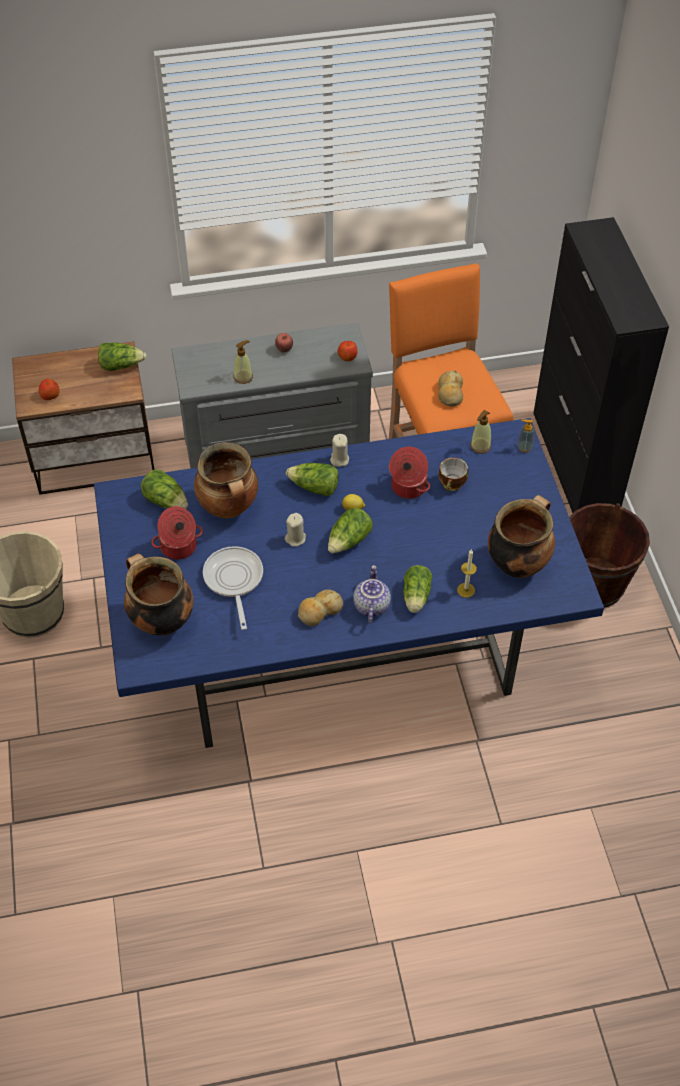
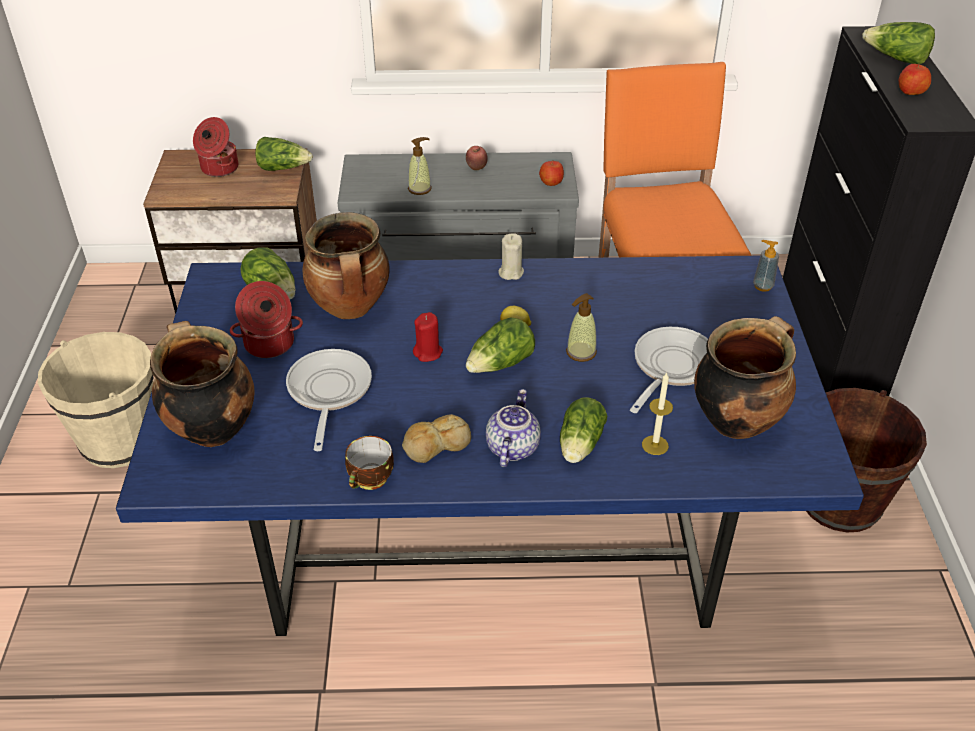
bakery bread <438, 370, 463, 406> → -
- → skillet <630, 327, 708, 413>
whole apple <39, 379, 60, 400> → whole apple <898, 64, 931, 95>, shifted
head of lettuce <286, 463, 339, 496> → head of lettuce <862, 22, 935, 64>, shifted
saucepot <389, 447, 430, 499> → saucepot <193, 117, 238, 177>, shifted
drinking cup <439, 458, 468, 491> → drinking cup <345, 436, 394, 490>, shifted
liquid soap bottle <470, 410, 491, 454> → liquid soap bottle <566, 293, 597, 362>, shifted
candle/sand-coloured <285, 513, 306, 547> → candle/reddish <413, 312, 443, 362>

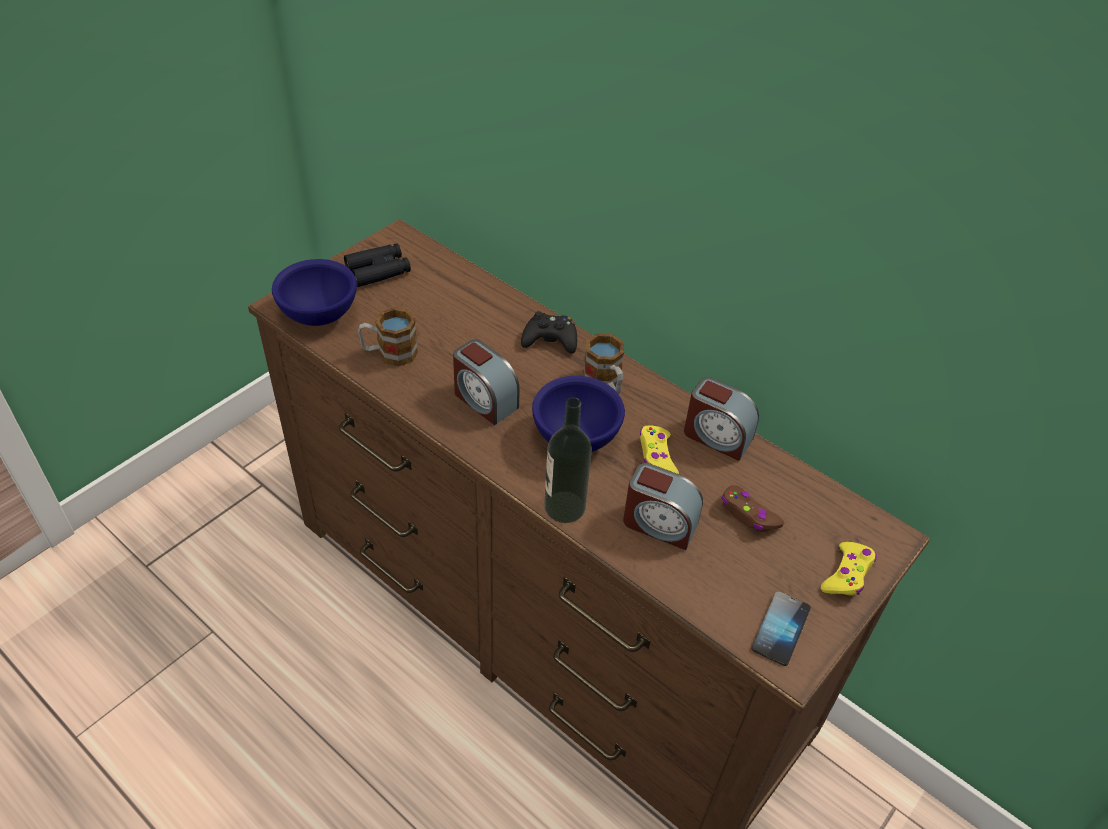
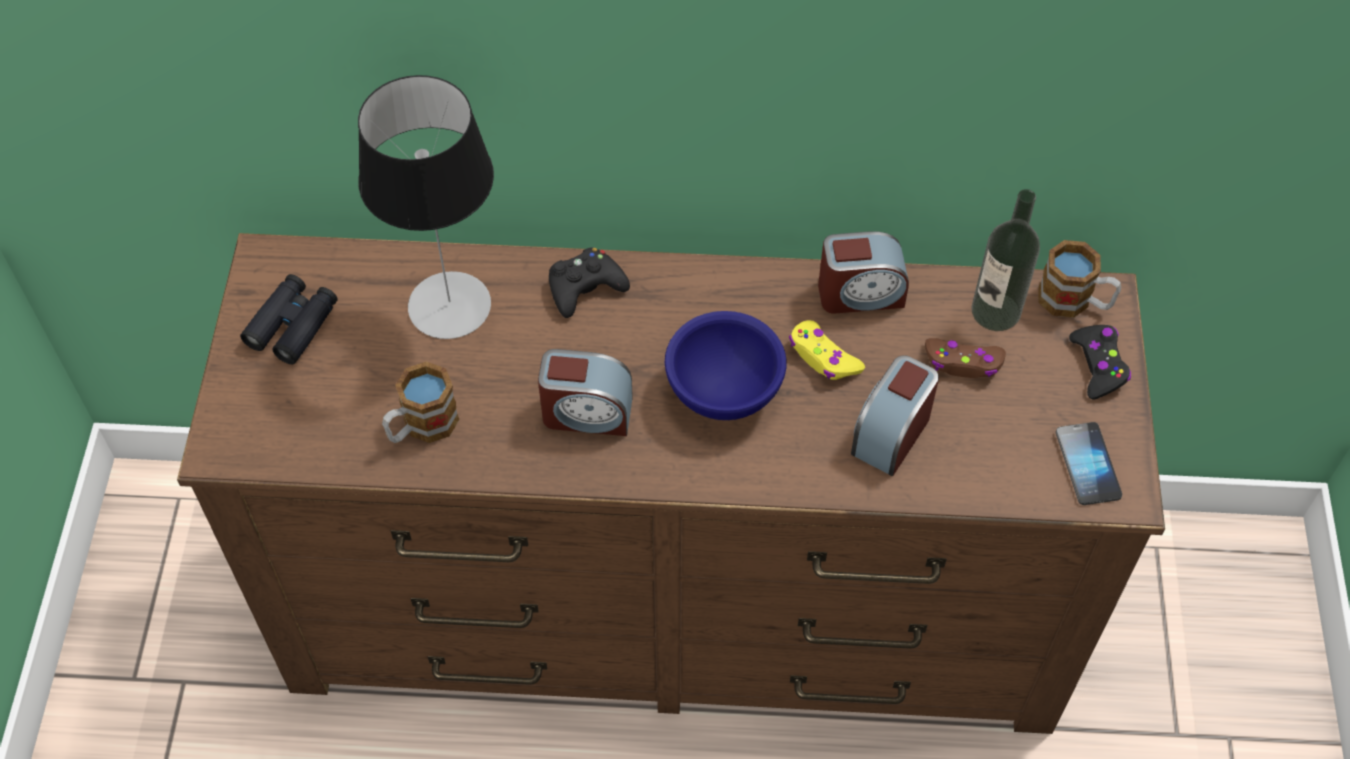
deep dish/blue <272, 259, 357, 326> → -
- → tabletop lamp <358, 75, 494, 339>
bottle <544, 397, 592, 523> → bottle <971, 189, 1040, 331>, shifted
mug <583, 333, 624, 394> → mug <1039, 240, 1121, 318>, shifted
game controller/yellow-coloured <821, 542, 877, 596> → game controller/blackish <1069, 325, 1131, 399>
alarm clock <623, 463, 703, 550> → alarm clock <851, 355, 939, 476>, 135 degrees clockwise

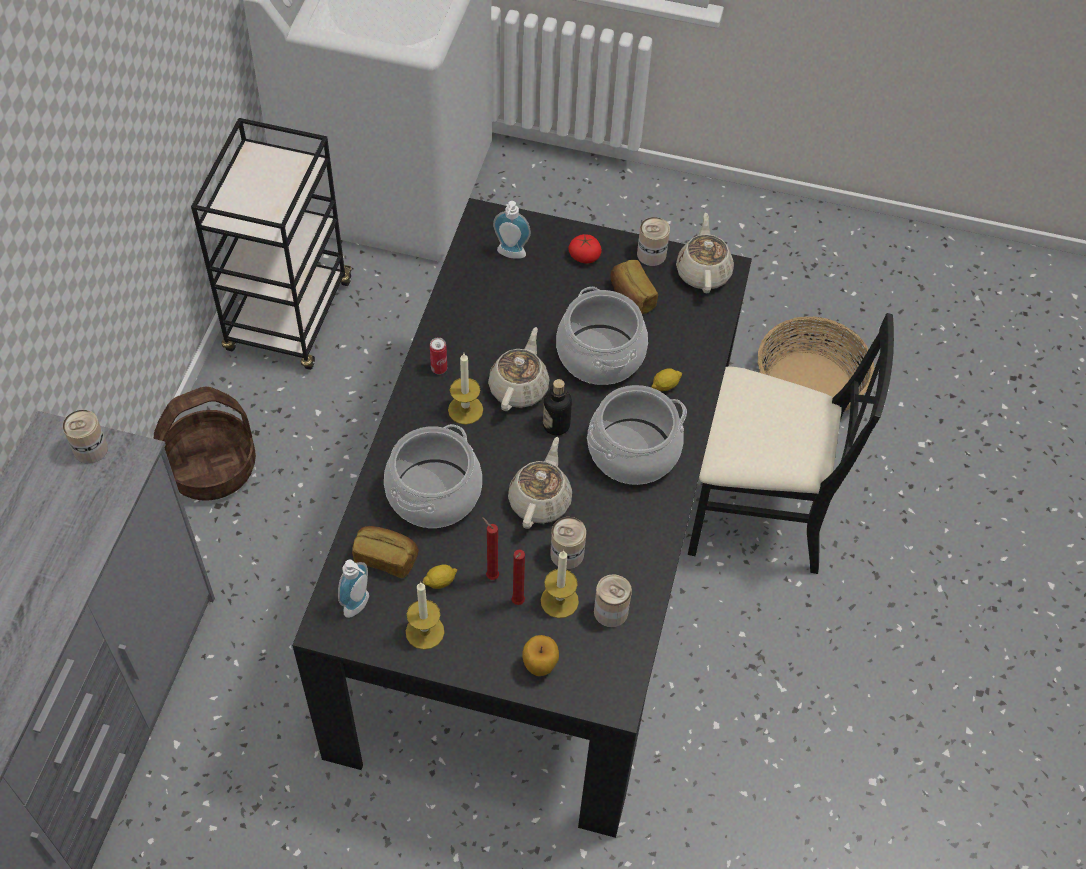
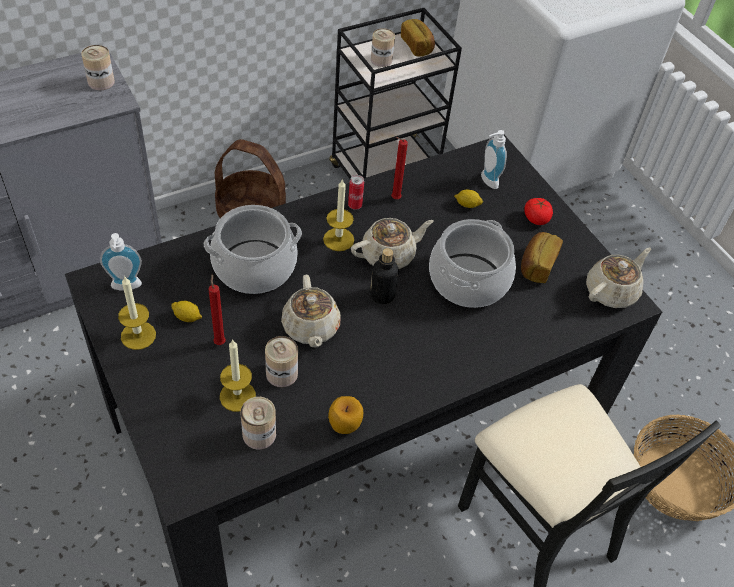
saucepot <587, 385, 687, 485> → -
bakery bread <352, 526, 418, 578> → bakery bread <401, 19, 435, 56>, shifted
candle/reddish <511, 550, 525, 605> → candle/reddish <391, 137, 408, 199>, shifted
whole apple <522, 635, 559, 676> → whole apple <328, 396, 363, 434>, shifted
can <637, 217, 670, 266> → can <371, 28, 395, 67>, shifted
whole lemon <651, 368, 682, 391> → whole lemon <454, 190, 483, 208>, shifted
tea pot/sand-coloured <508, 437, 572, 529> → tea pot/sand-coloured <281, 275, 341, 348>, 105 degrees clockwise

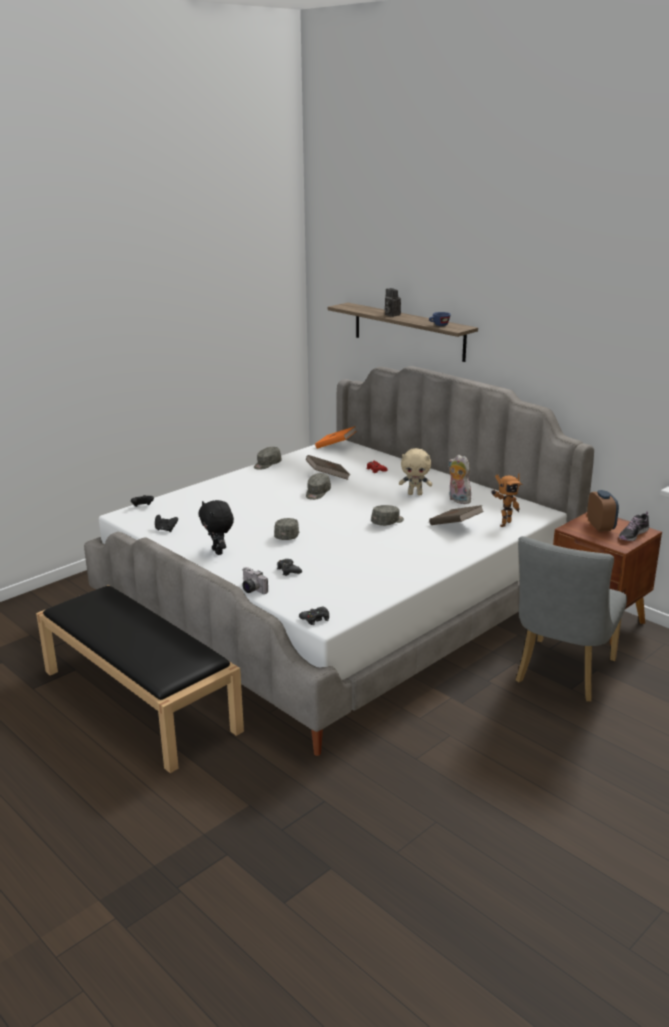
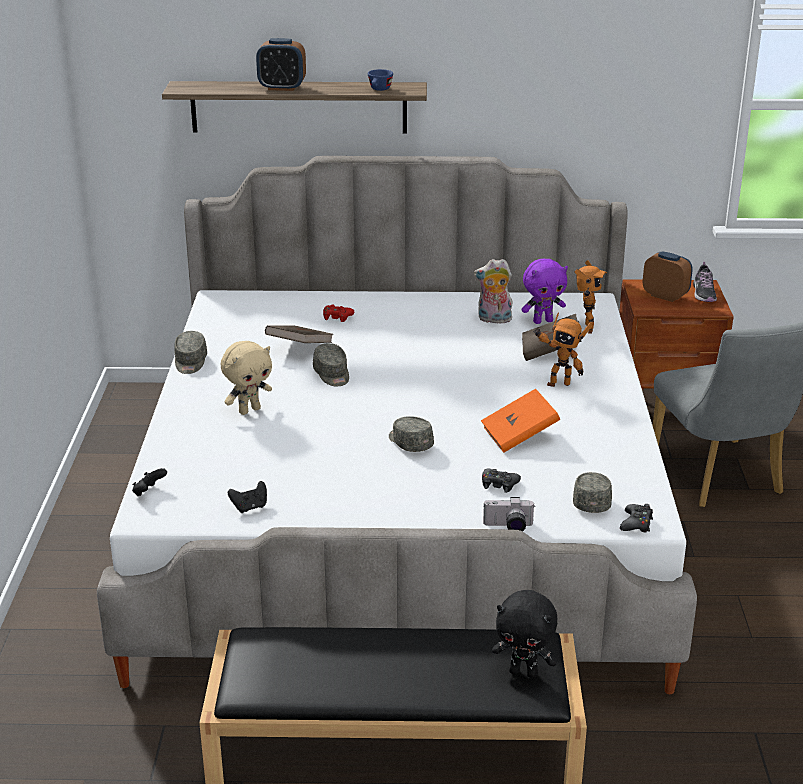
- → cuddly toy/purple-coloured <521, 259, 568, 324>
- → robot figure <533, 312, 593, 387>
cuddly toy/blackish <198, 500, 234, 555> → cuddly toy/blackish <492, 590, 557, 678>, shifted
bound book/orange-coloured <315, 426, 357, 449> → bound book/orange-coloured <481, 389, 560, 453>, shifted
cap/grey <371, 505, 404, 526> → cap/grey <573, 472, 612, 513>, shifted
cuddly toy/sand-coloured <399, 448, 432, 495> → cuddly toy/sand-coloured <221, 341, 272, 415>, shifted
still camera <384, 288, 401, 317> → alarm clock <256, 38, 306, 91>

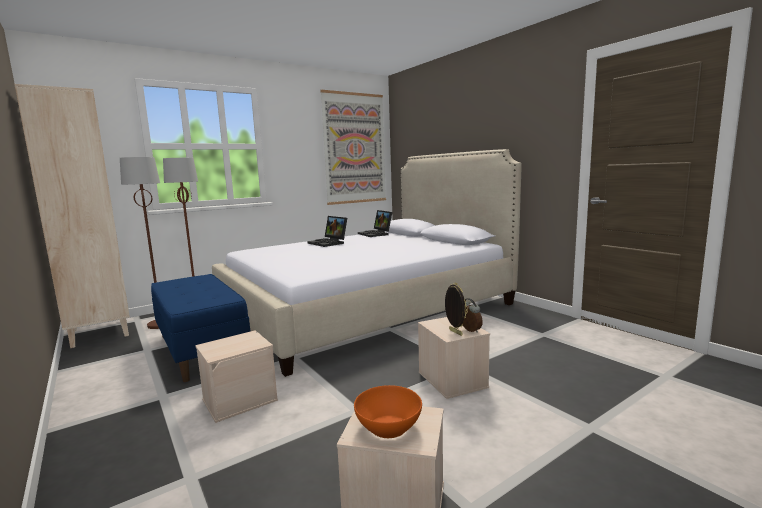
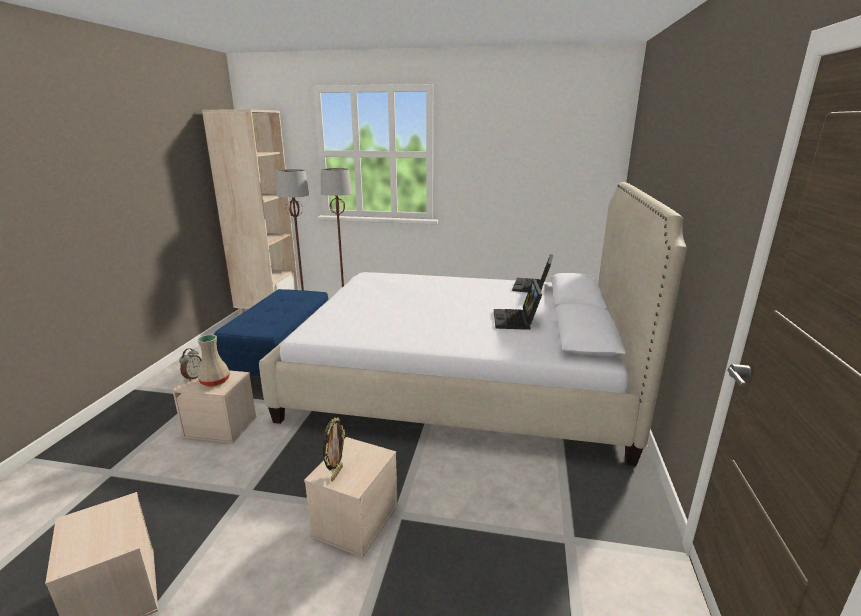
wall art <320, 90, 386, 205> → -
deep dish/orange-coloured <354, 385, 422, 438> → -
- → flower vase/sand-coloured <197, 335, 230, 387>
portable computer <307, 216, 347, 247> → portable computer <494, 279, 542, 330>, shifted
alarm clock <462, 298, 483, 333> → alarm clock <179, 348, 202, 381>, shifted

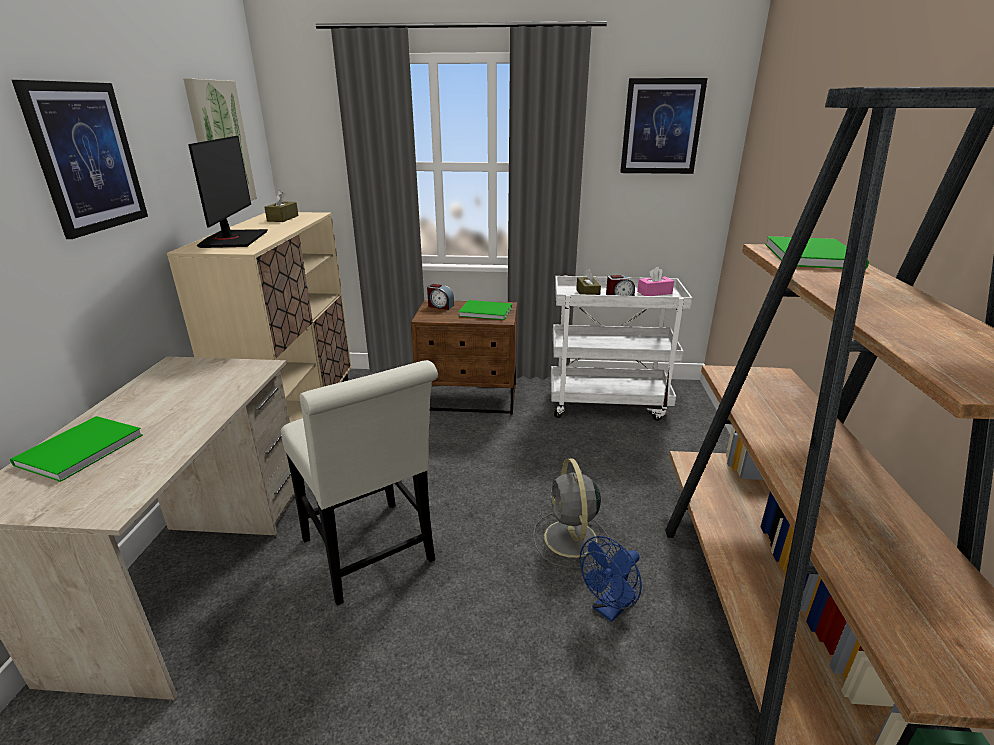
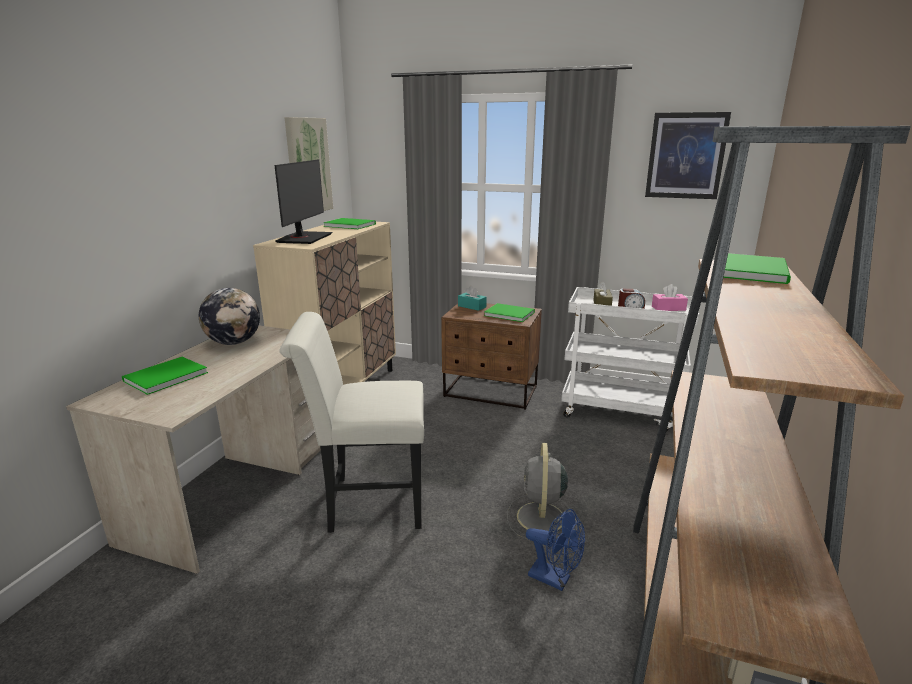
wall art <12, 80, 148, 239> → -
- → world globe <199, 288, 260, 345>
tissue holder/brown-coloured <264, 190, 299, 222> → bound book/green <323, 218, 376, 229>
alarm clock <427, 284, 454, 310> → tissue holder/turquoise <458, 286, 487, 311>
upright chair/whitish <281, 360, 438, 606> → upright chair/whitish <279, 312, 424, 533>, 105 degrees clockwise
cooling fan/blue <580, 536, 642, 622> → cooling fan/blue <526, 509, 585, 591>, 120 degrees counterclockwise

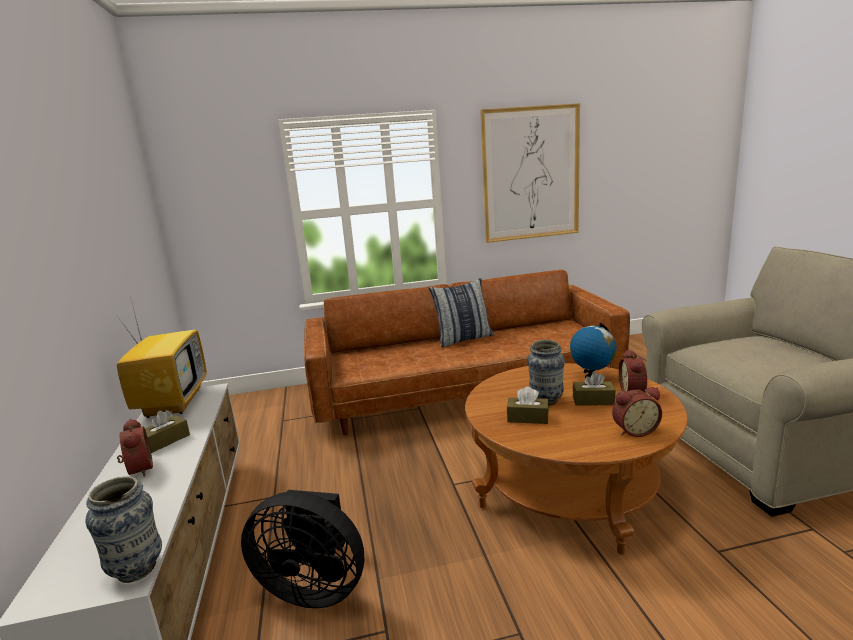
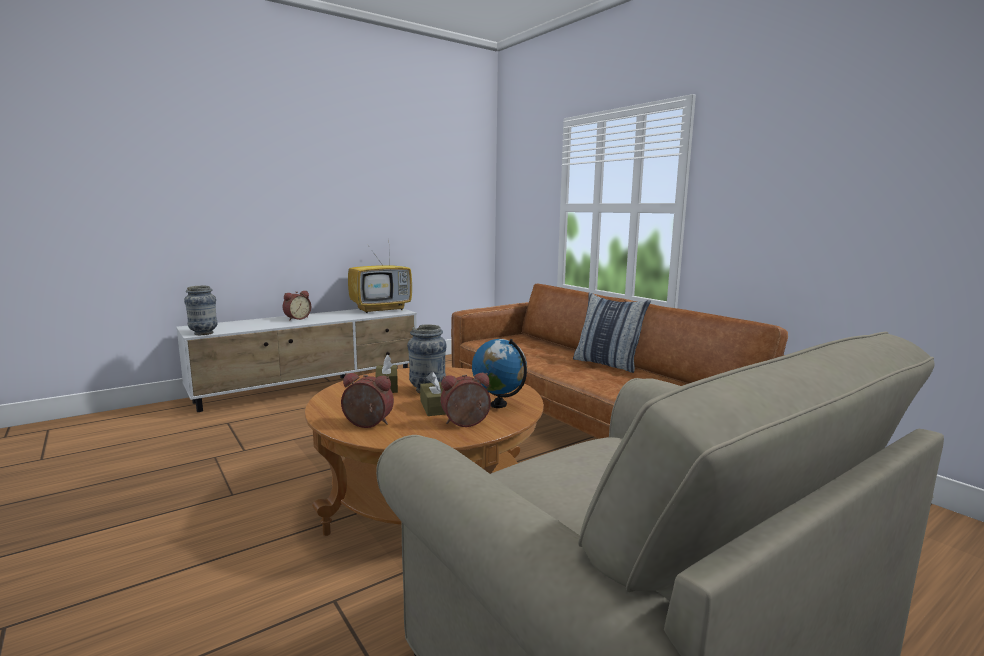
tissue holder/brown-coloured <145, 410, 190, 453> → -
cooling fan/blackish <241, 490, 364, 608> → -
wall art <480, 103, 580, 243> → -
alarm clock <612, 387, 662, 437> → alarm clock <341, 373, 394, 428>, 135 degrees clockwise

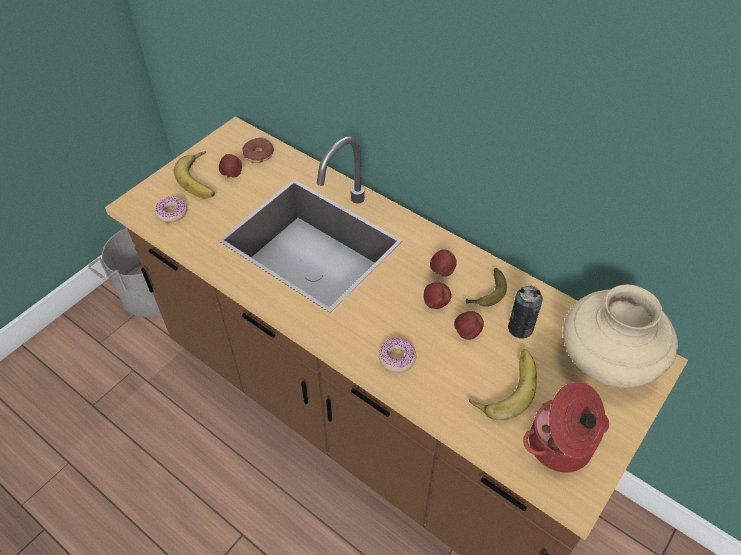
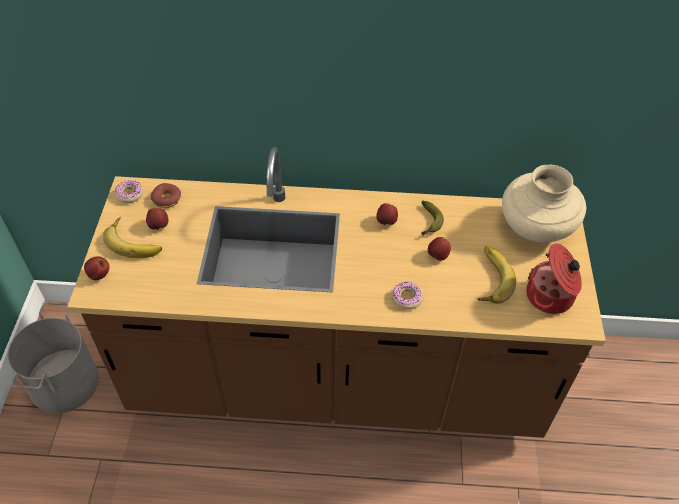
can <508, 285, 543, 339> → -
ring doughnut <155, 196, 187, 223> → ring doughnut <114, 180, 143, 203>, shifted
whole apple <424, 282, 451, 309> → whole apple <84, 257, 109, 280>, shifted

